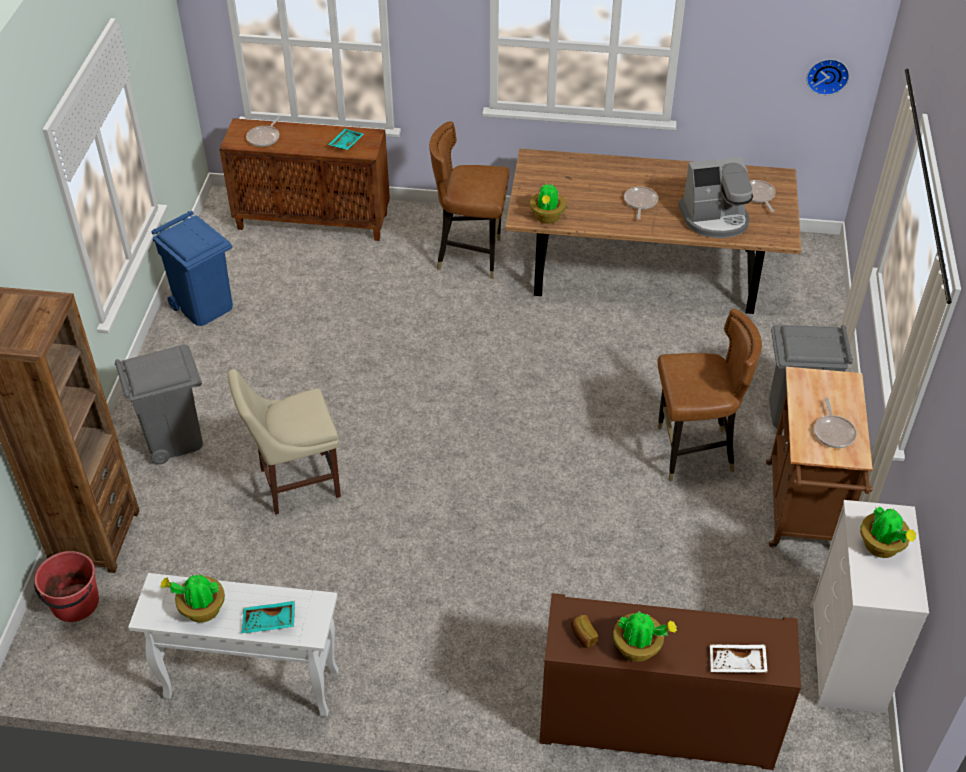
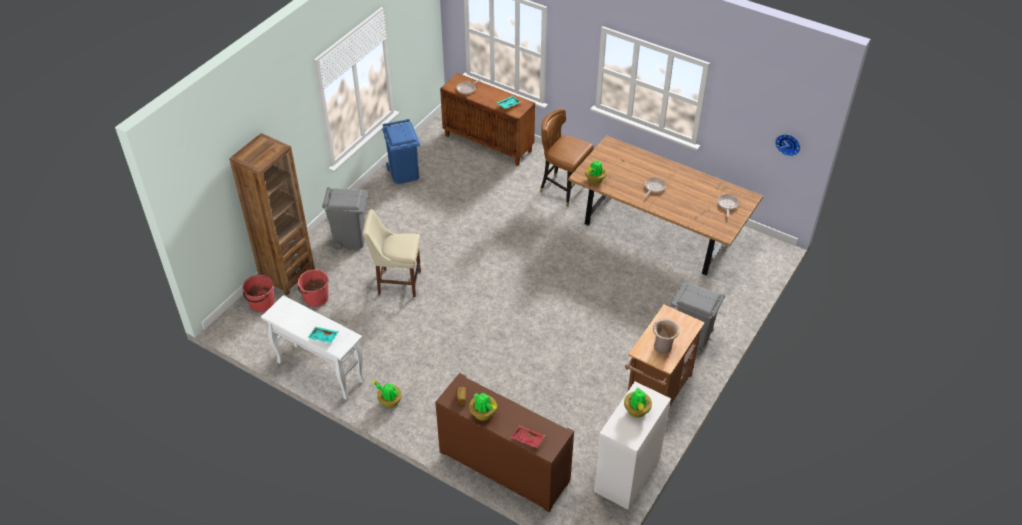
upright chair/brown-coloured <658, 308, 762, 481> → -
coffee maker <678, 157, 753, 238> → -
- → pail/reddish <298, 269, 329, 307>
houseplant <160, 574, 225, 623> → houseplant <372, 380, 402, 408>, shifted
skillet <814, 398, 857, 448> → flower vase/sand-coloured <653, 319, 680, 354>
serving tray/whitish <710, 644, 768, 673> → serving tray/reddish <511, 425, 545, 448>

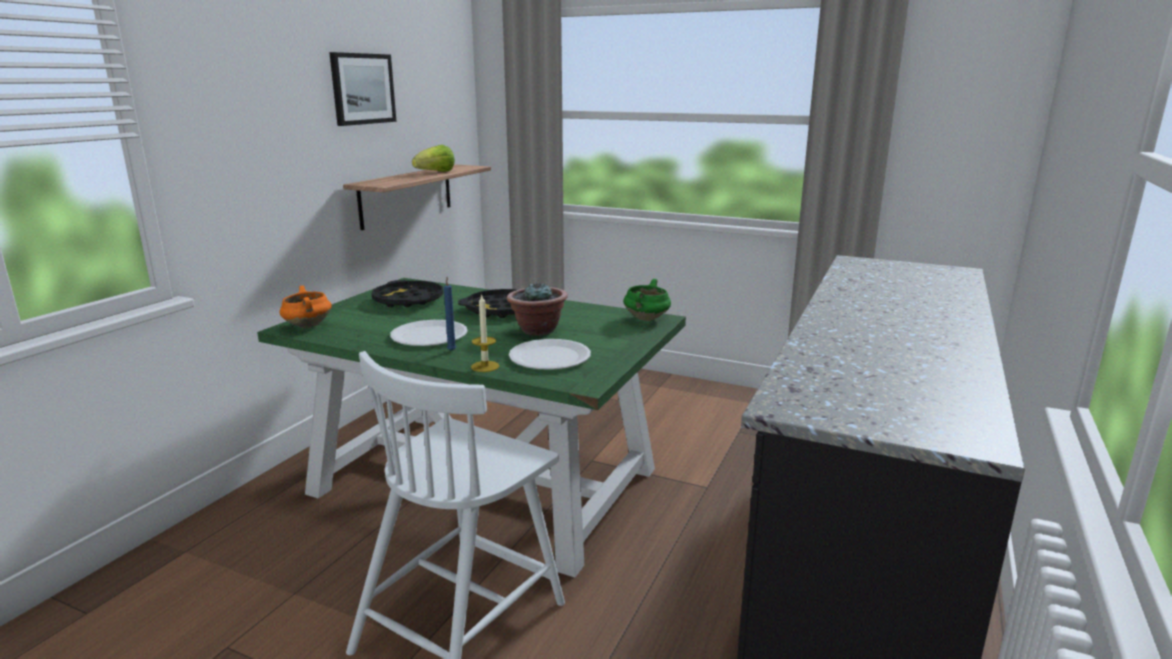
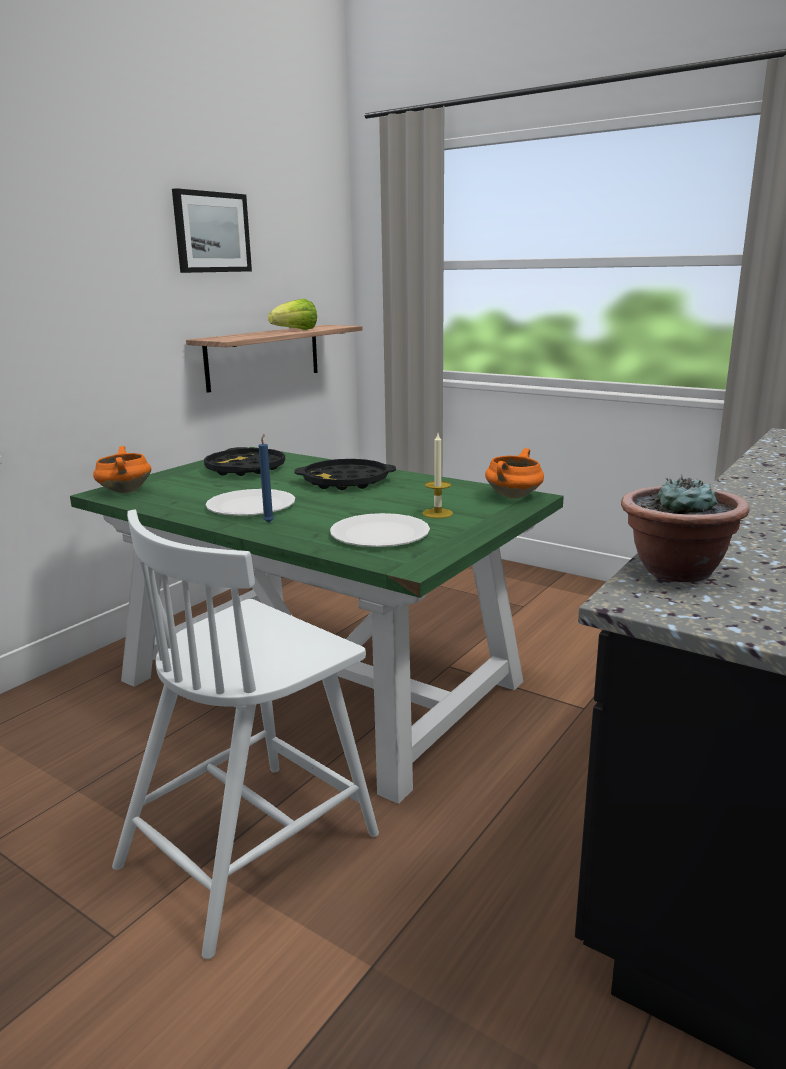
candle <471, 294, 499, 372> → candle <422, 433, 453, 518>, shifted
houseplant <507, 281, 568, 336> → houseplant <621, 474, 750, 582>, shifted
saucepot/green <623, 279, 671, 321> → saucepot/orange-coloured <485, 448, 544, 499>

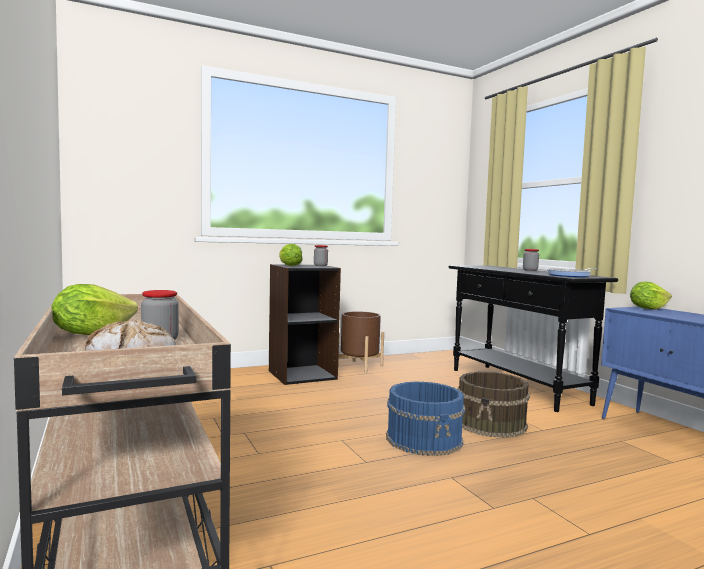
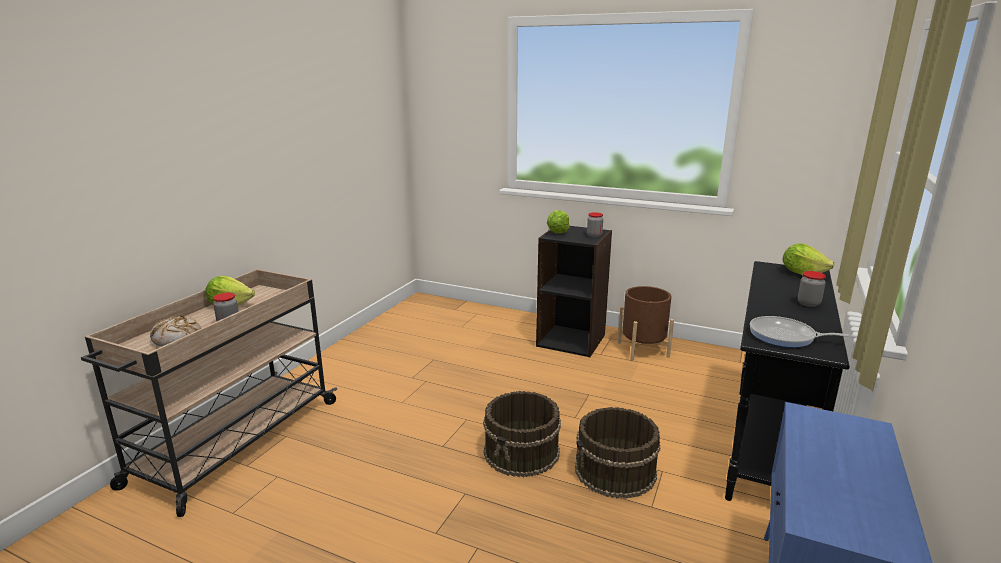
head of lettuce <630, 282, 672, 310> → head of lettuce <783, 244, 834, 275>, shifted
pail/blue <386, 381, 465, 456> → pail/brown-coloured <483, 391, 561, 477>

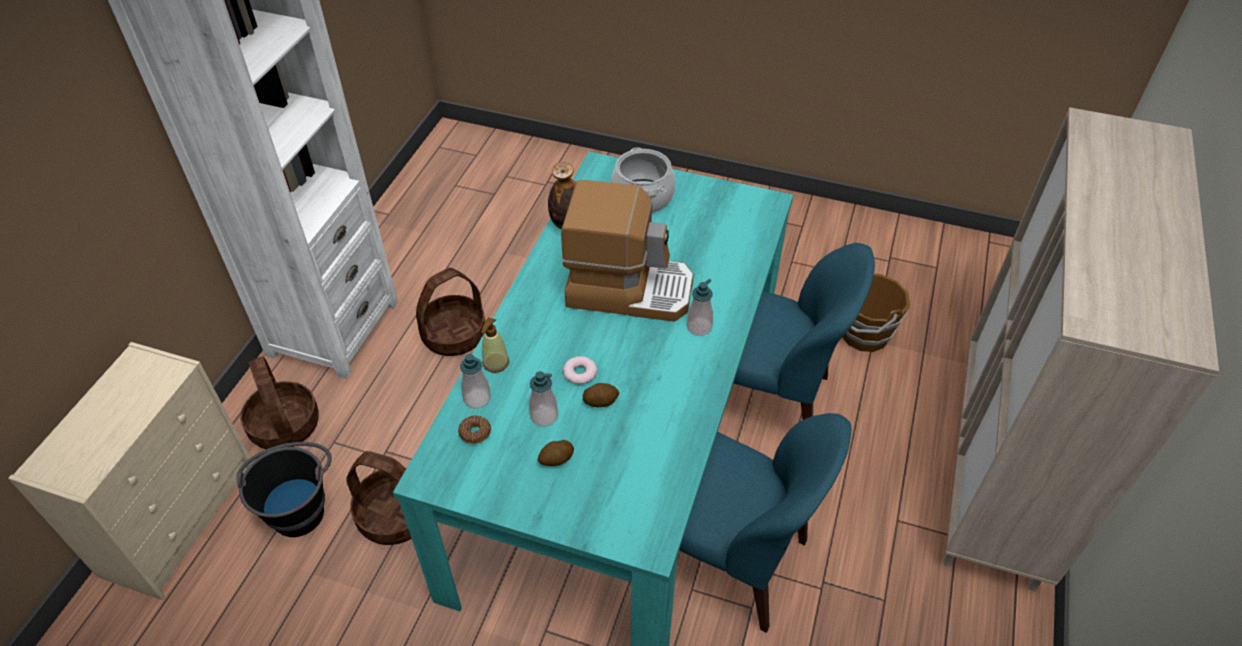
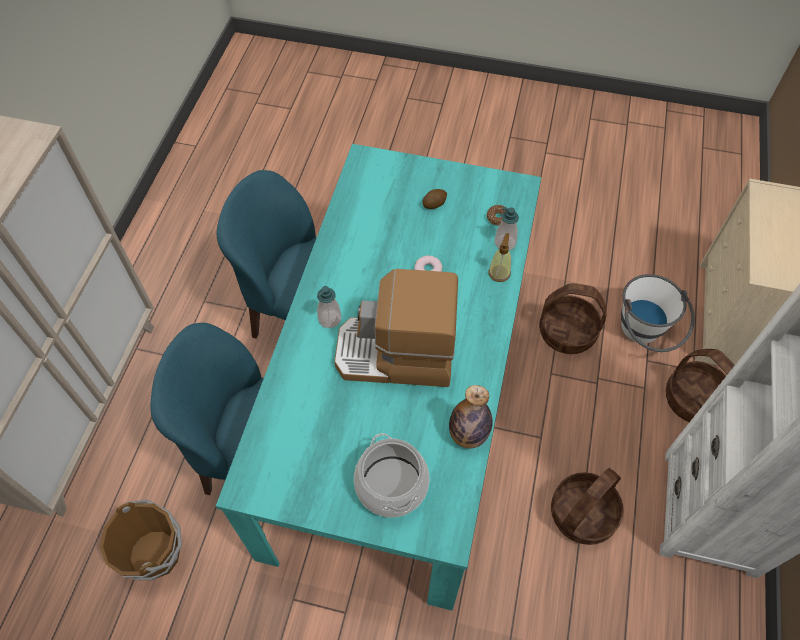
liquid soap bottle <529, 371, 558, 426> → -
potato <583, 383, 619, 407> → -
pail/blackish <236, 442, 332, 537> → pail/whitish <621, 274, 695, 352>

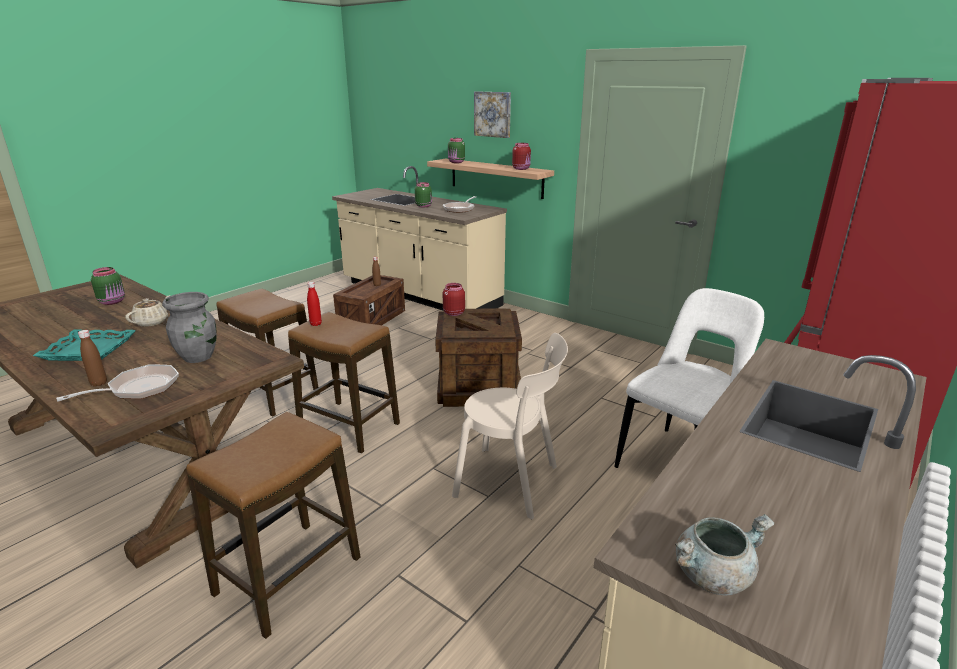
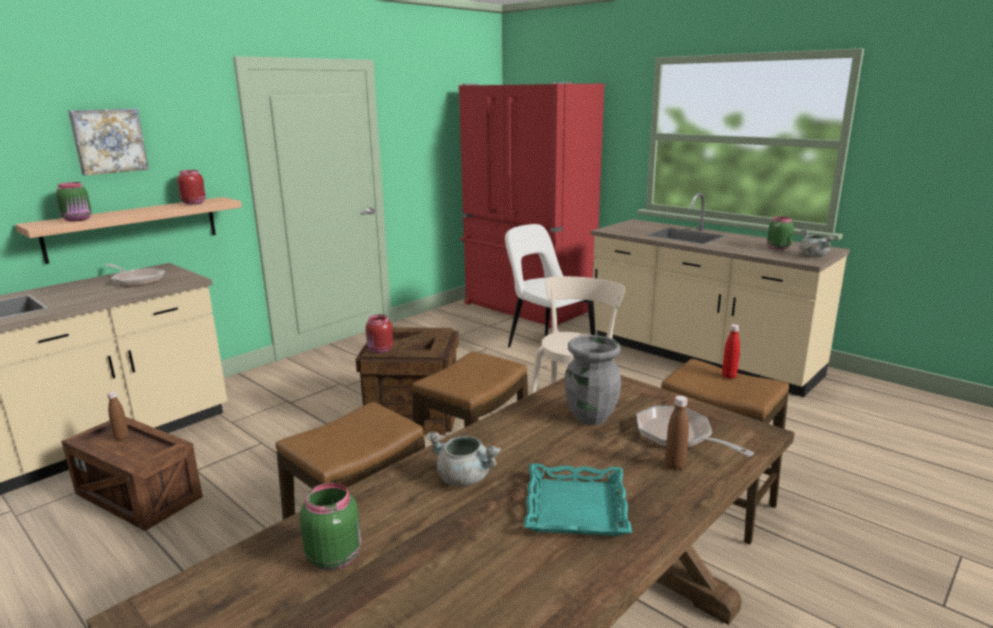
bottle/reddish <307, 282, 322, 326> → bottle/reddish <722, 324, 740, 379>, shifted
preserve jar/green <415, 182, 432, 207> → preserve jar/green <767, 216, 794, 250>, shifted
tea pot/sand-coloured <125, 295, 171, 327> → saucepot/grey <426, 432, 501, 487>

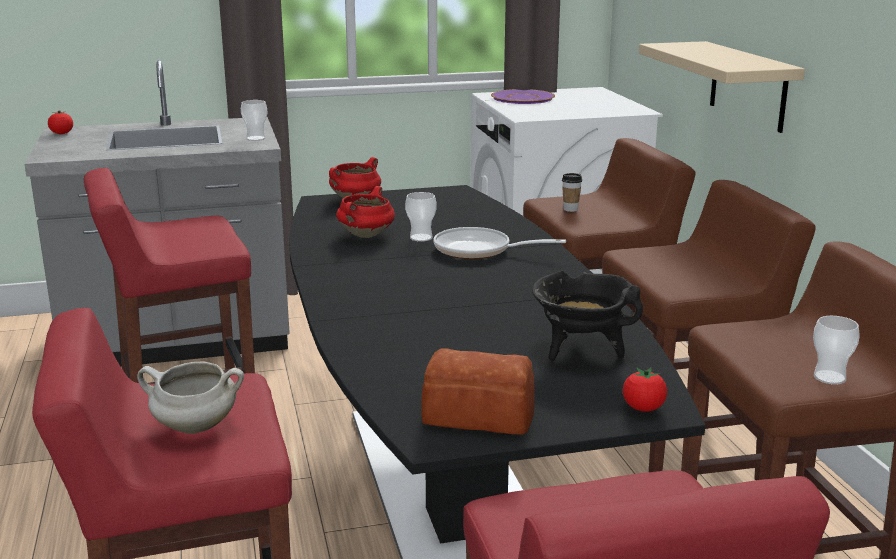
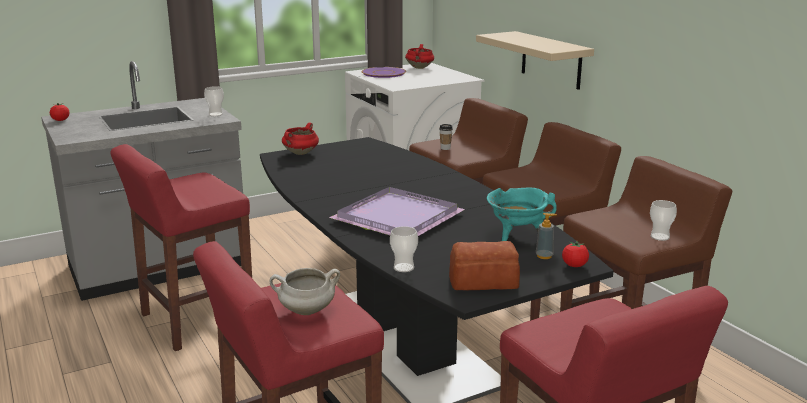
skillet <434, 227, 566, 259> → -
- → serving tray/purple-coloured <329, 187, 465, 236>
- → liquid soap bottle <536, 213, 557, 259>
saucepot/reddish <336, 186, 395, 238> → saucepot/reddish <405, 44, 434, 69>, shifted
drinking cup <405, 192, 437, 242> → drinking cup <390, 226, 418, 272>, shifted
saucepot/blackish <532, 271, 643, 361> → saucepot/turquoise <487, 187, 557, 241>

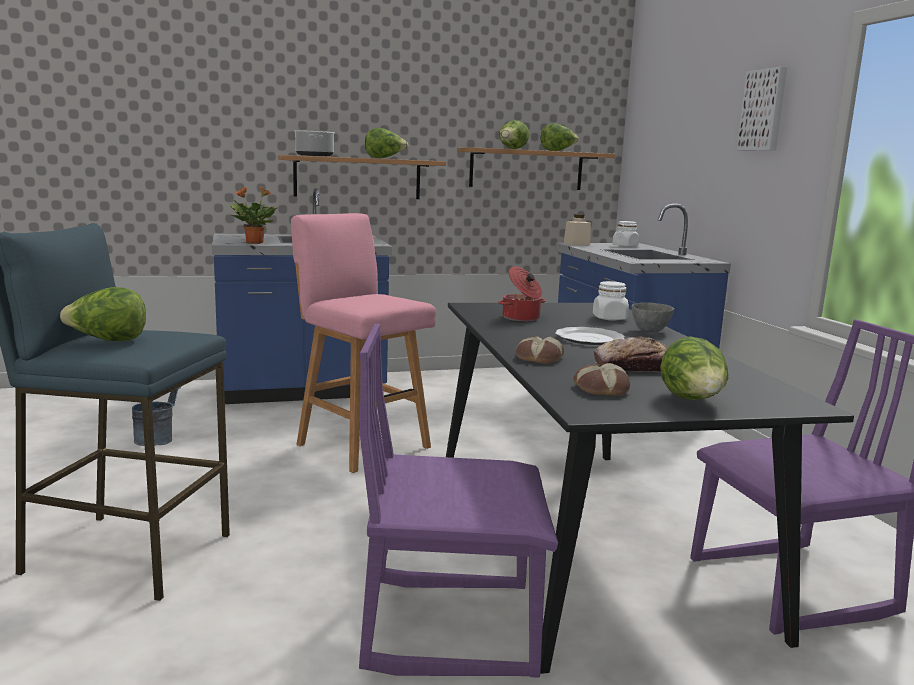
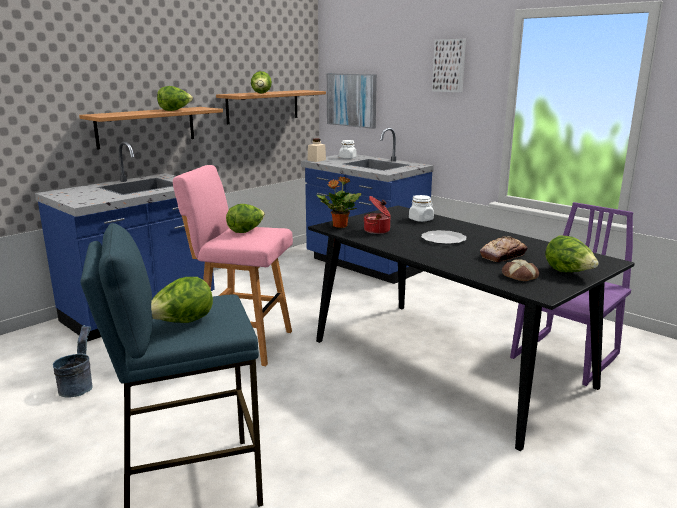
saucepot <294, 130, 334, 156> → -
upright chair/purple-coloured <359, 323, 558, 678> → -
bakery bread <516, 336, 564, 364> → -
deep dish/grey <632, 303, 674, 332> → -
- → wall art <327, 73, 377, 129>
houseplant <230, 186, 277, 244> → houseplant <317, 176, 361, 228>, shifted
head of lettuce <541, 124, 579, 151> → head of lettuce <226, 204, 265, 233>, shifted

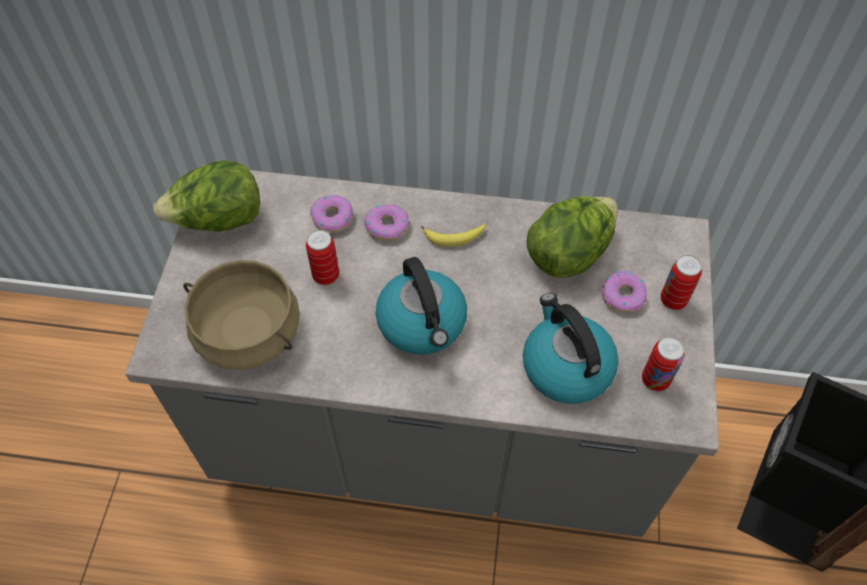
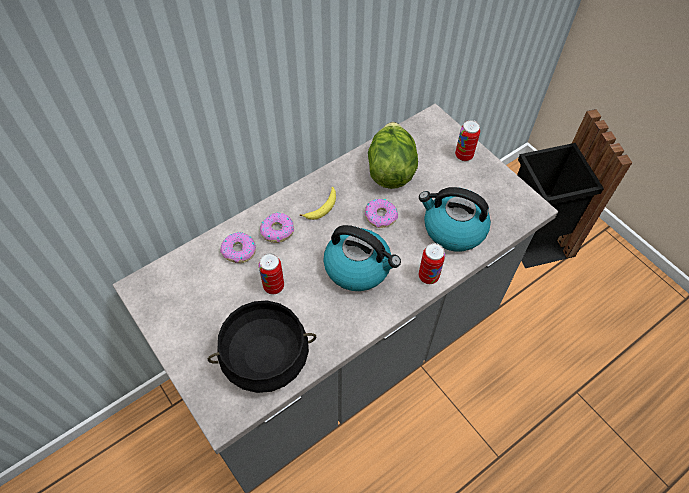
head of lettuce <153, 161, 260, 232> → -
ring doughnut <602, 271, 647, 313> → ring doughnut <365, 199, 398, 228>, shifted
can <642, 337, 685, 391> → can <419, 243, 445, 284>, shifted
saucepot/sand-coloured <183, 260, 300, 370> → saucepot/blackish <208, 301, 317, 393>

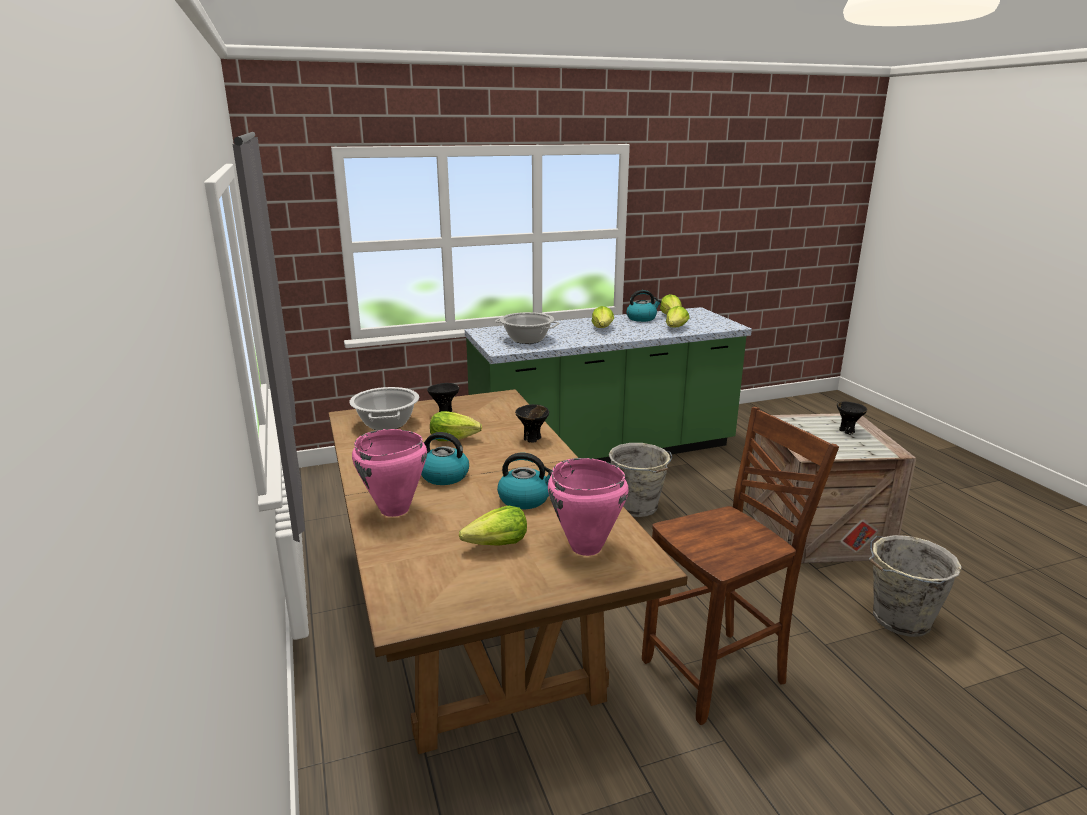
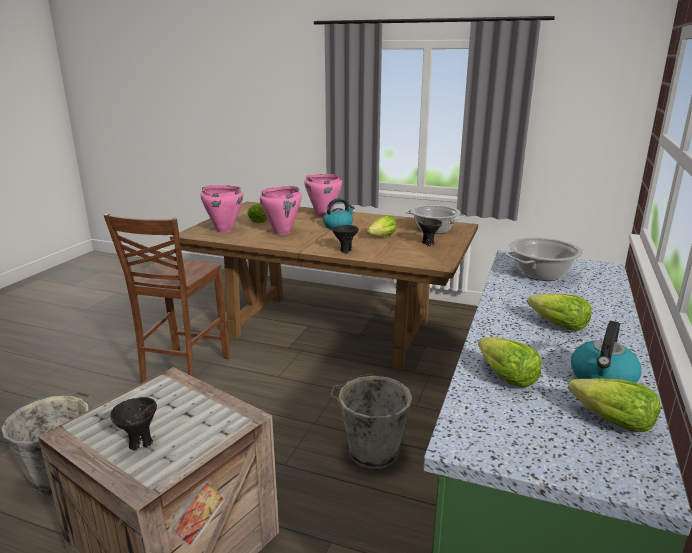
kettle <497, 453, 552, 509> → saucepot/pink-coloured <260, 186, 302, 235>

